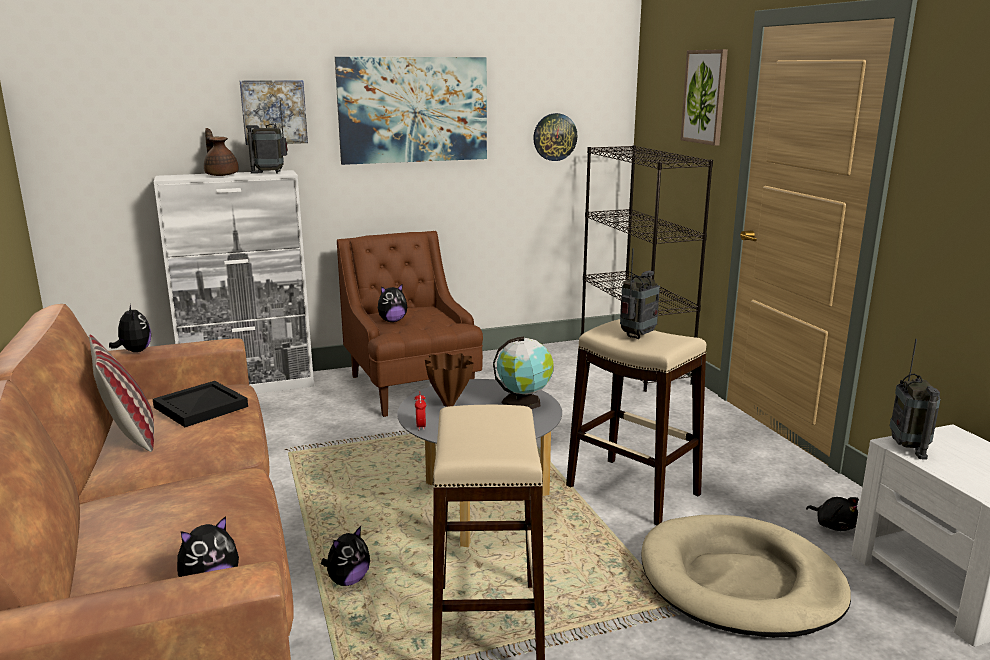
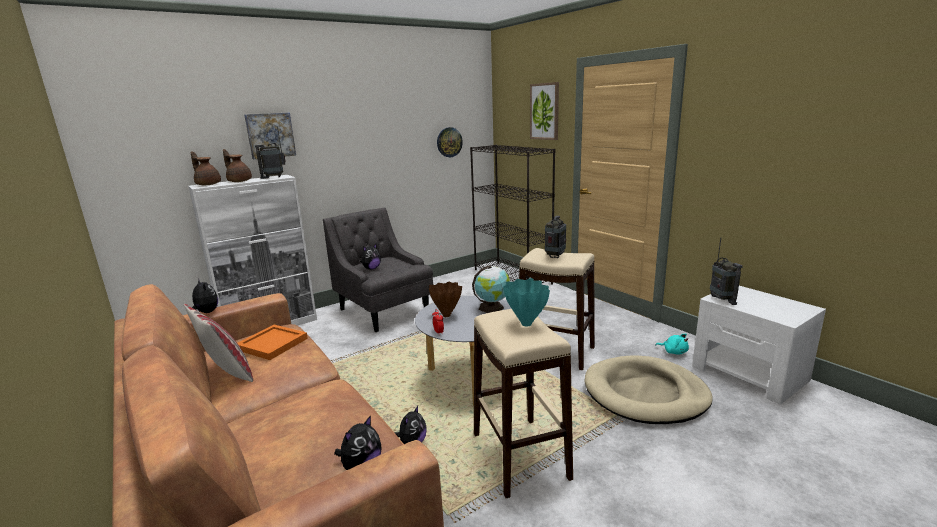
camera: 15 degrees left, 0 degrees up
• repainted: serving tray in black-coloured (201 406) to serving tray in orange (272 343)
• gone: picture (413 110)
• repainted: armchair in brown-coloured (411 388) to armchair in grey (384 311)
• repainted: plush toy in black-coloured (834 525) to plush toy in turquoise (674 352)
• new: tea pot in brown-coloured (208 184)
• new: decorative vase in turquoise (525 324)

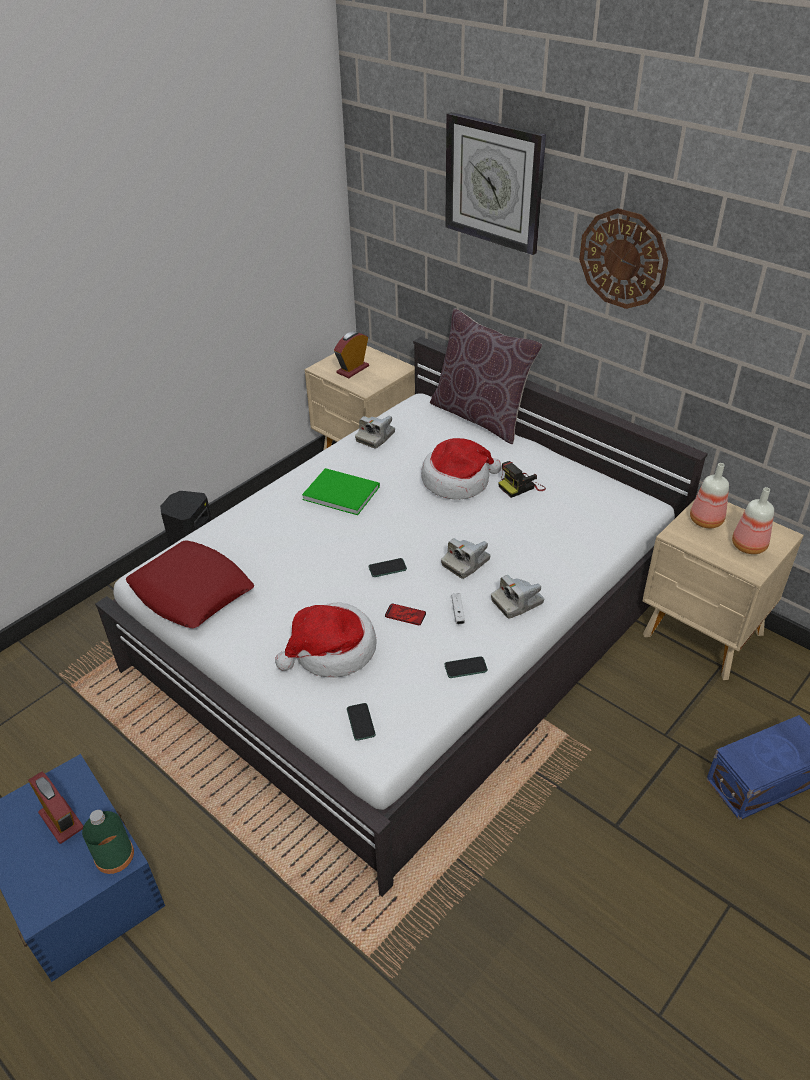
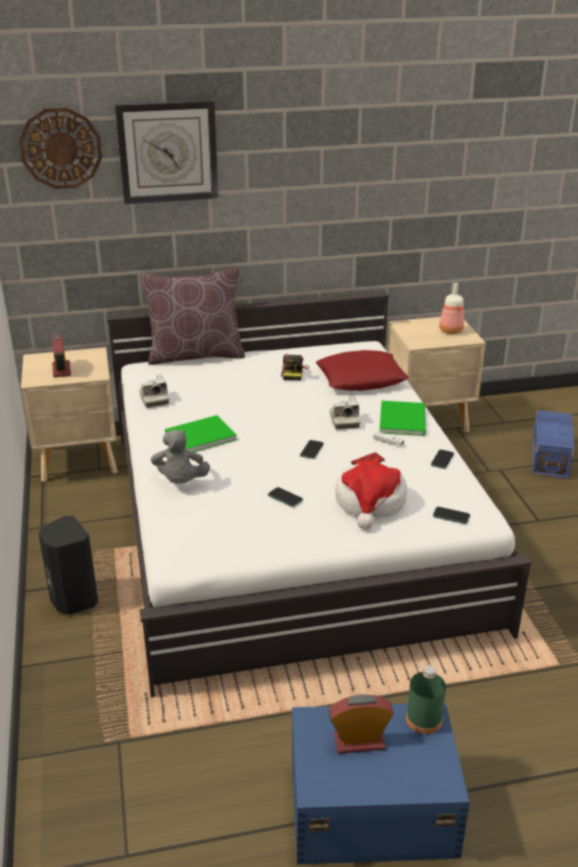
camera: 55 degrees left, 10 degrees down
• shifted: throw pillow in red-coloured (192 591) to (361 378)
• gone: wearable hat (457 481)
• swapped: photo camera (517 602) to book in greenish (404 419)
• shifted: wall clock (623 259) to (61 148)
• gone: bottle (705 521)
• new: plush toy in grey (181 481)
• new: phone (285 498)

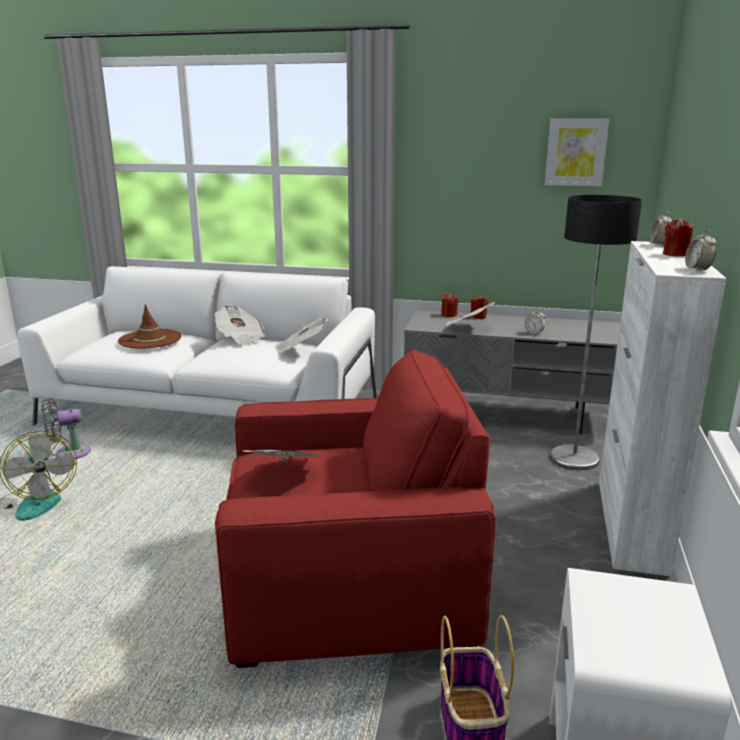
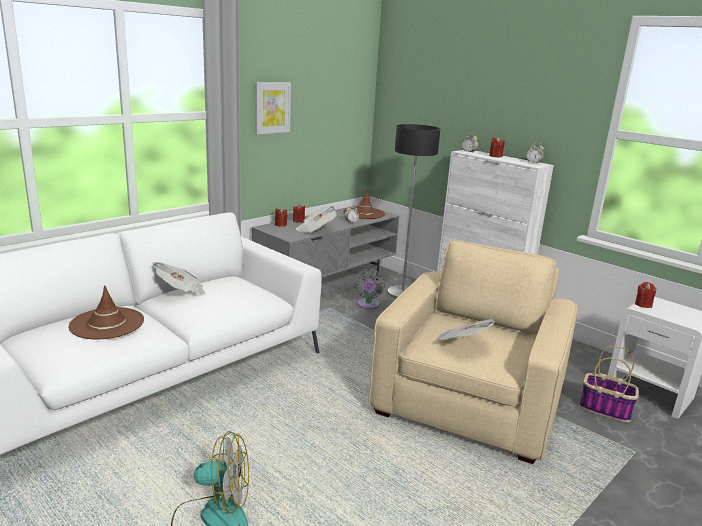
camera: 60 degrees left, 0 degrees up
• shifted: electric fan in grey (69 453) to (368 305)
• repainted: armchair in red-coloured (348 580) to armchair in sand-coloured (469 400)
• gone: daily paper (300 348)
• shifted: picture (576 152) to (271 108)
• new: wearable hat in brown-coloured (364 213)
• new: wax candle in red-coloured (643 304)

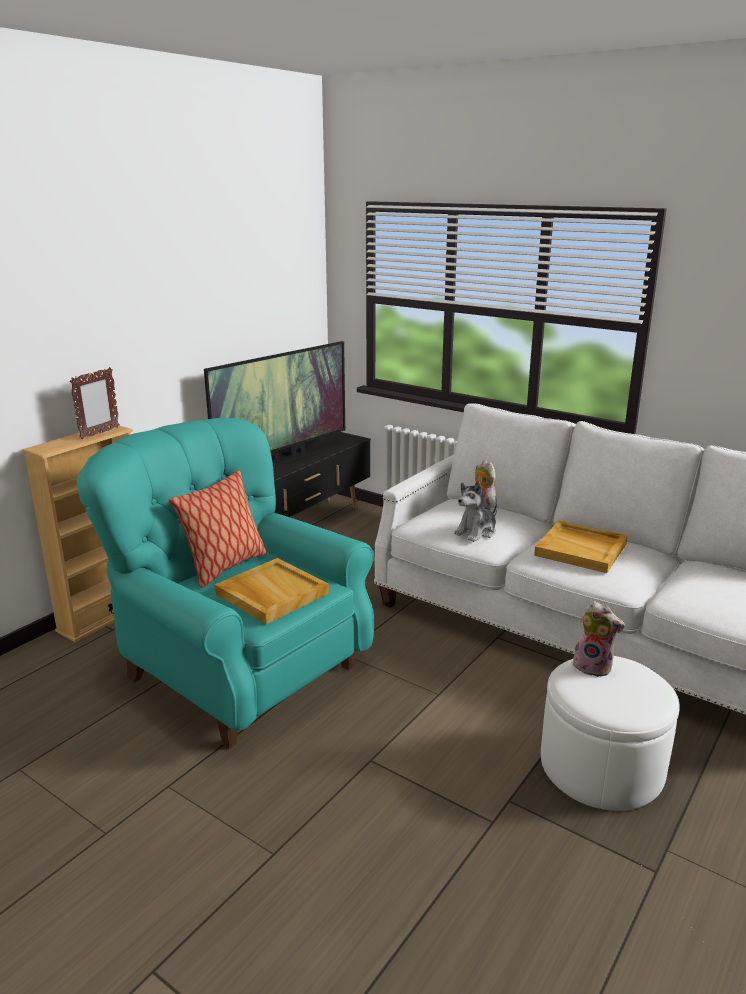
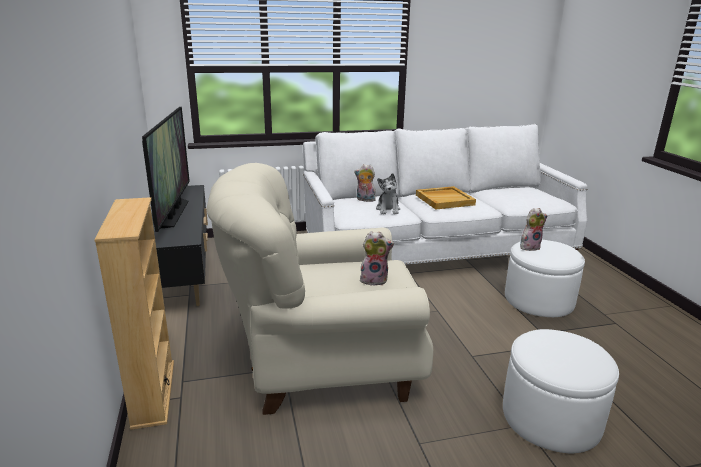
camera: 50 degrees left, 0 degrees up
• gone: photo frame (99 433)
• repainted: armchair in turquoise (237 670) to armchair in sand-coloured (323 363)
• gone: throw pillow (225 567)
• swapped: serving tray in sand-coloured (271 593) to plush toy (374 280)
• new: ottoman in white (551 417)

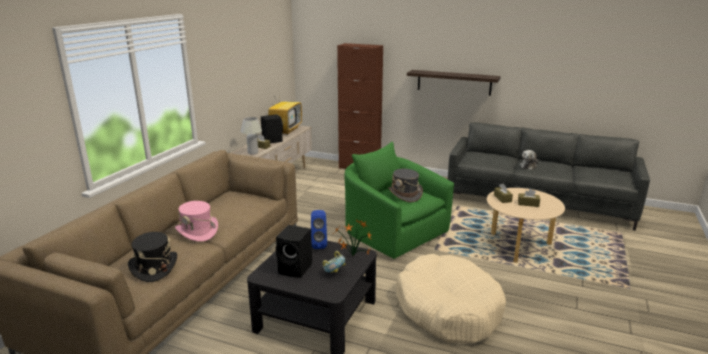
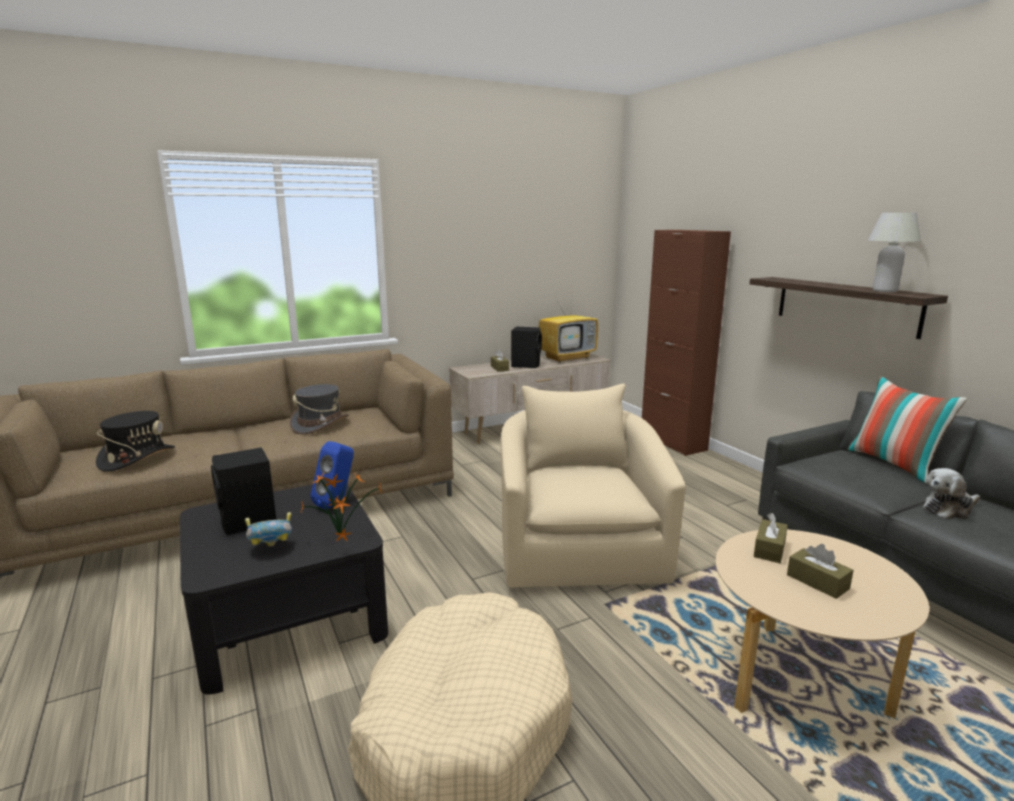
camera: 40 degrees right, 5 degrees down
• gone: wearable hat in pink (197 231)
• shifted: tabletop lamp in white (253 152) to (884 291)
• repainted: armchair in greenish (392 232) to armchair in sand-coloured (578 547)
• shifted: wearable hat in grey (405 194) to (320 424)
• new: throw pillow (894 464)

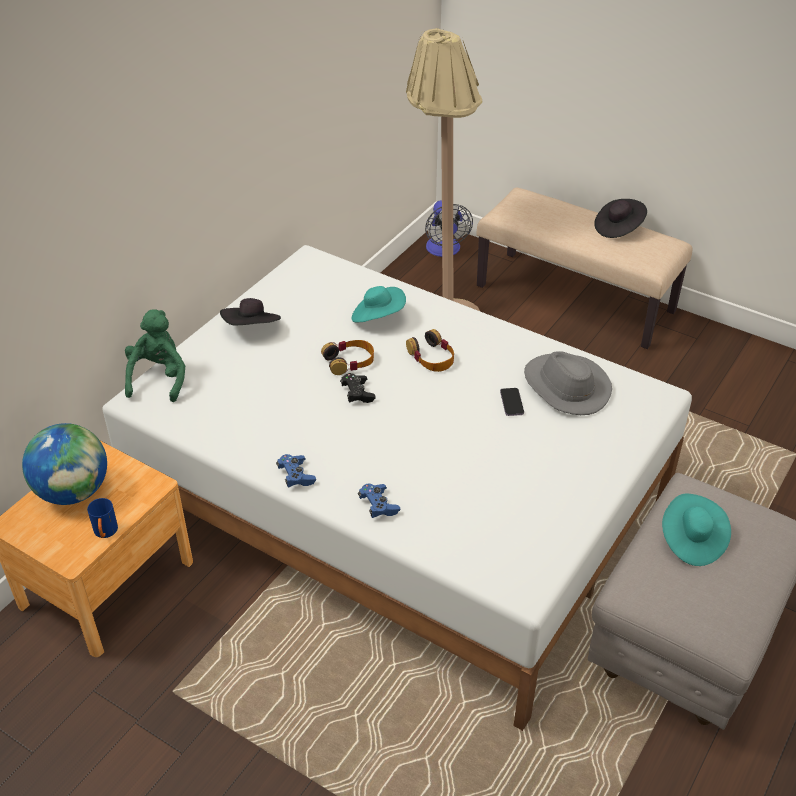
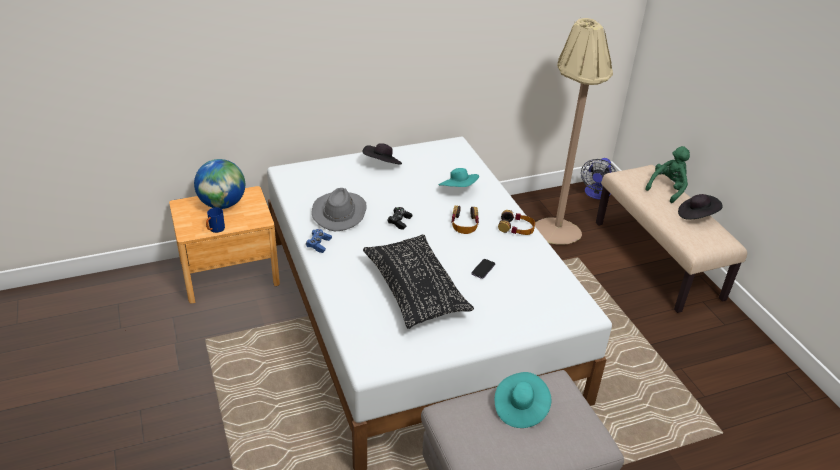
camera: 35 degrees right, 5 degrees down
• shifted: plush toy in greenish (159 378) to (667 189)
• shifted: headset (349 361) to (516 228)
• gone: game controller in blue (378 505)
• shifted: wearable hat in grey (565 387) to (339 212)
• new: throw pillow in black-coloured (415 290)

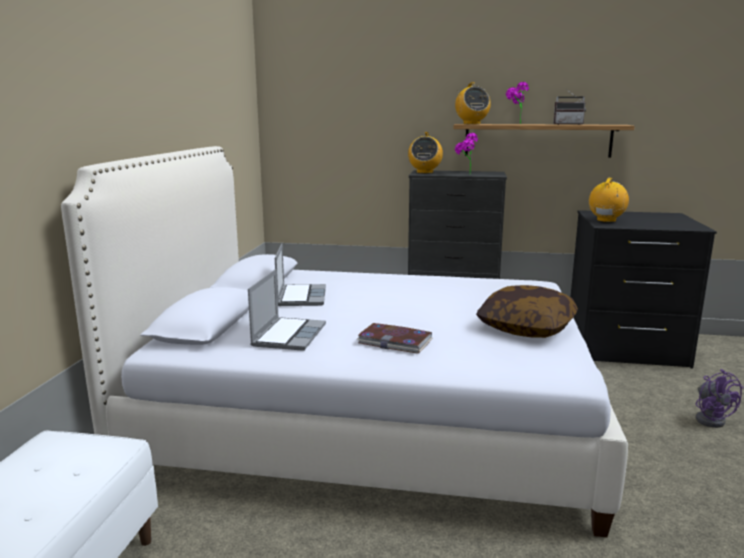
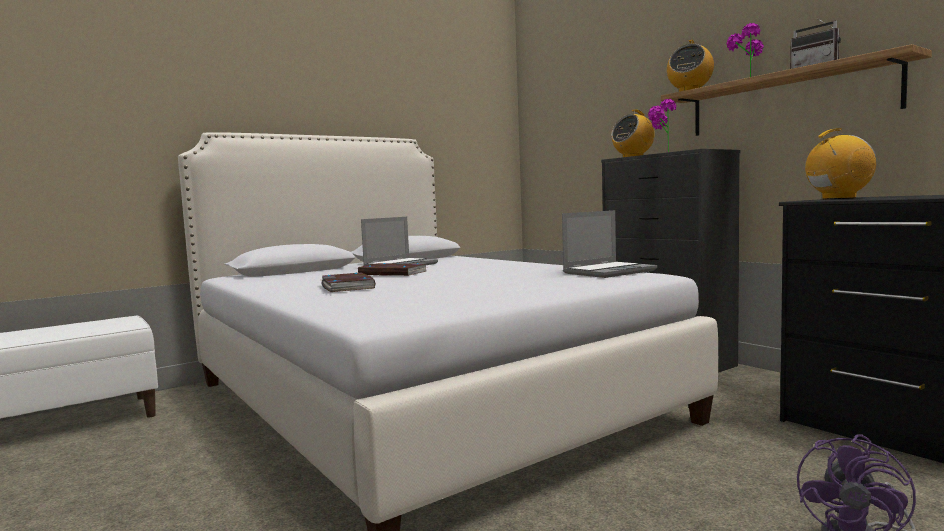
camera: 45 degrees right, 10 degrees down
• shifted: notebook computer (288 335) to (609 271)
• gone: throw pillow (526 327)
• new: book (392 273)

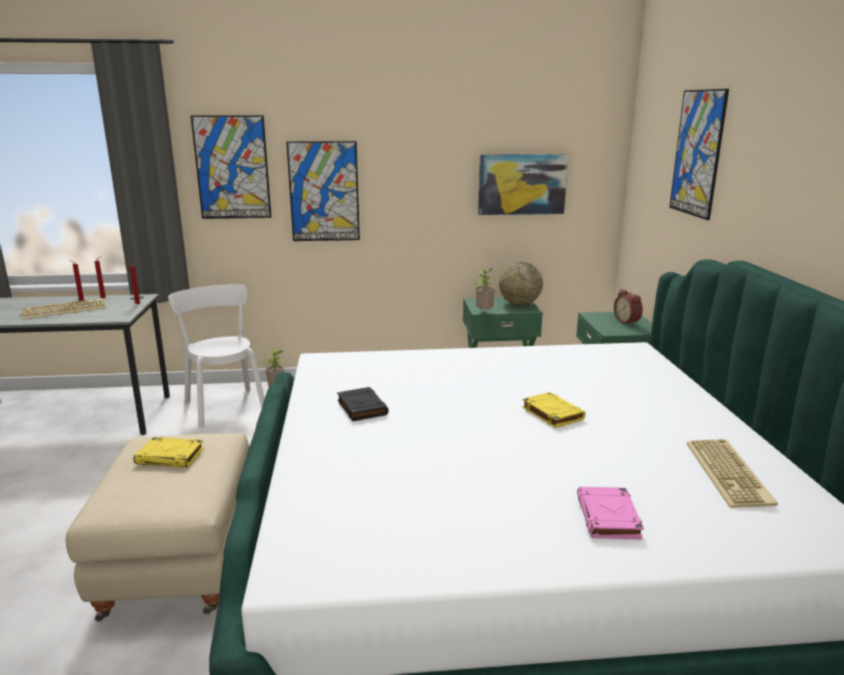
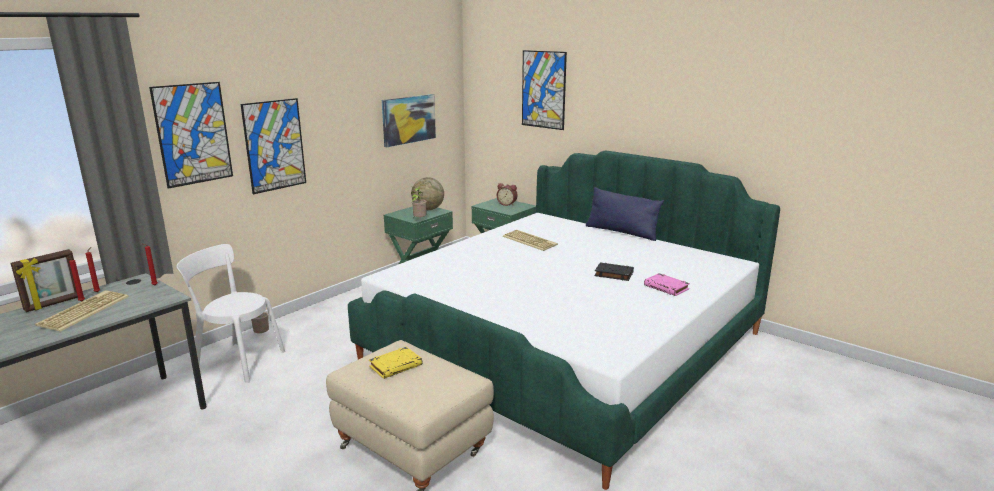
camera: 45 degrees left, 0 degrees up
• shifted: book in black-coloured (361 407) to (613 274)
• gone: book in yellowish (551 413)
• shifted: computer keyboard (730 474) to (530 241)
• new: photo frame (54 303)
• new: throw pillow in blue (621 232)

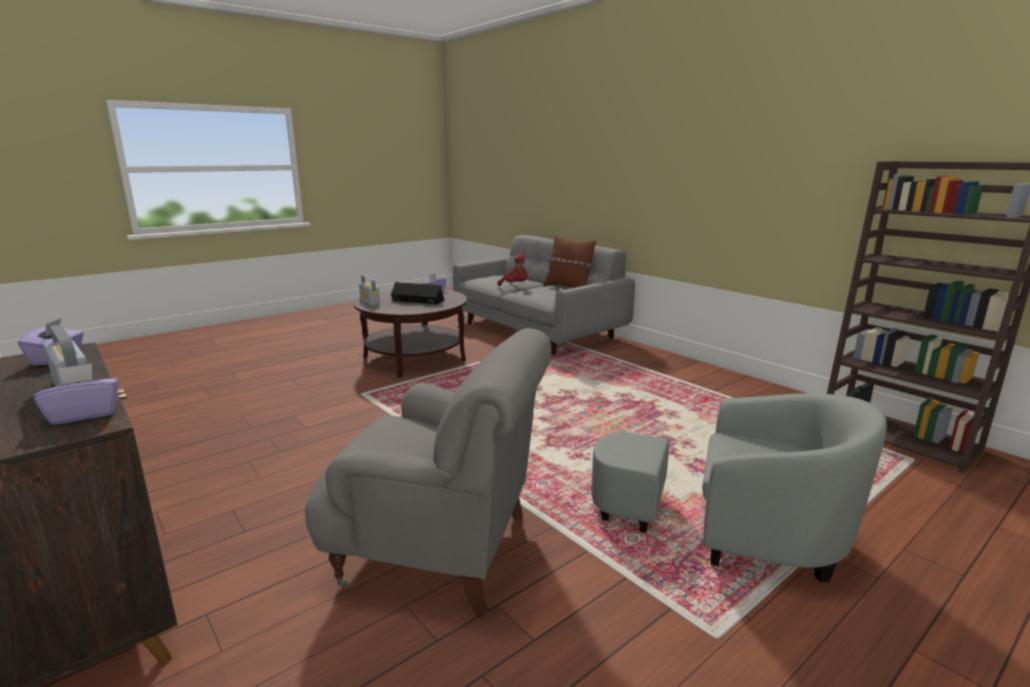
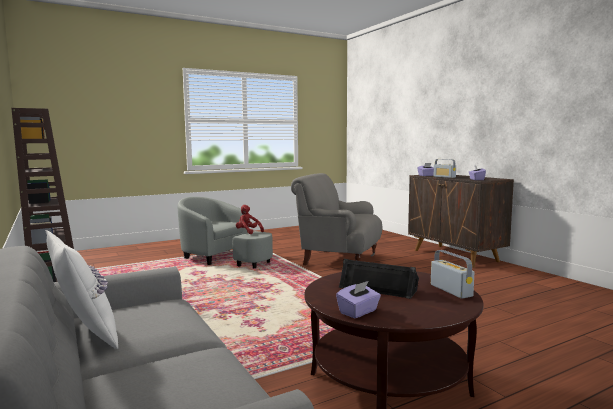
camera: 170 degrees left, 10 degrees down
• shifted: plush toy in red-coloured (515 285) to (248 232)
• repainted: throw pillow in brown-coloured (568 288) to throw pillow in white (84 335)

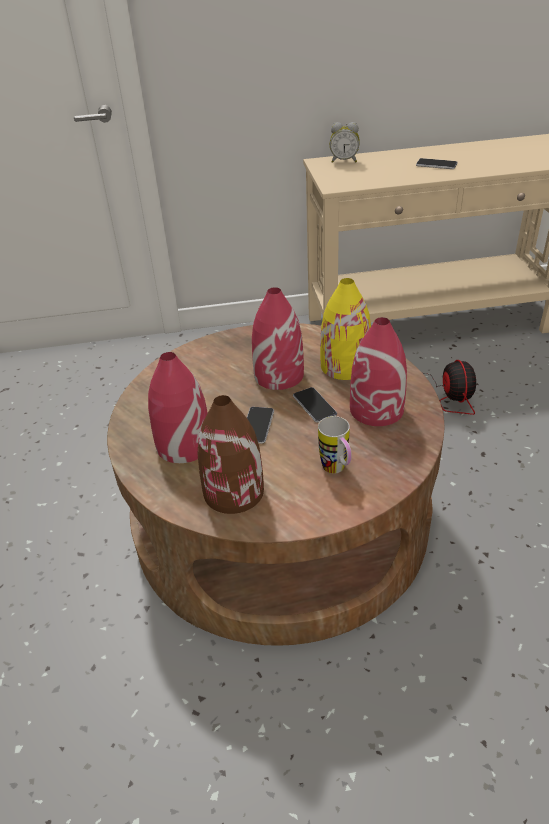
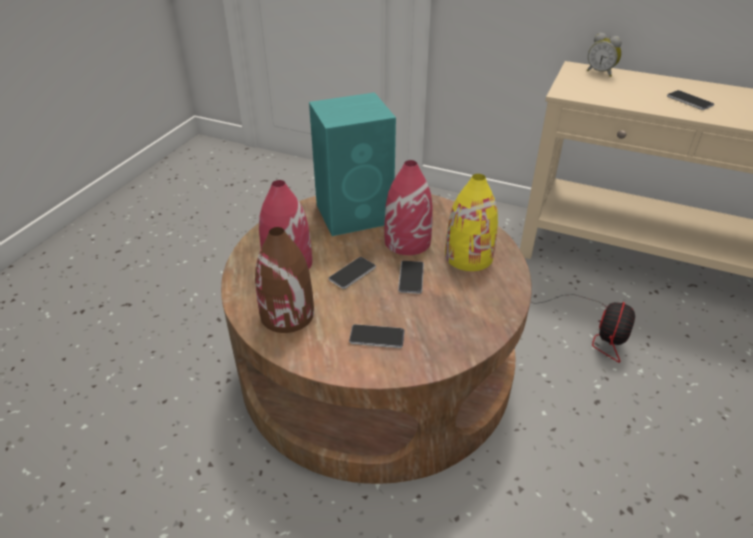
camera: 30 degrees right, 0 degrees up
• swapped: tea mug (337 470) to phone (377 337)
• gone: decorative vase in red-coloured (377 409)
• new: speaker in turquoise (356 214)

